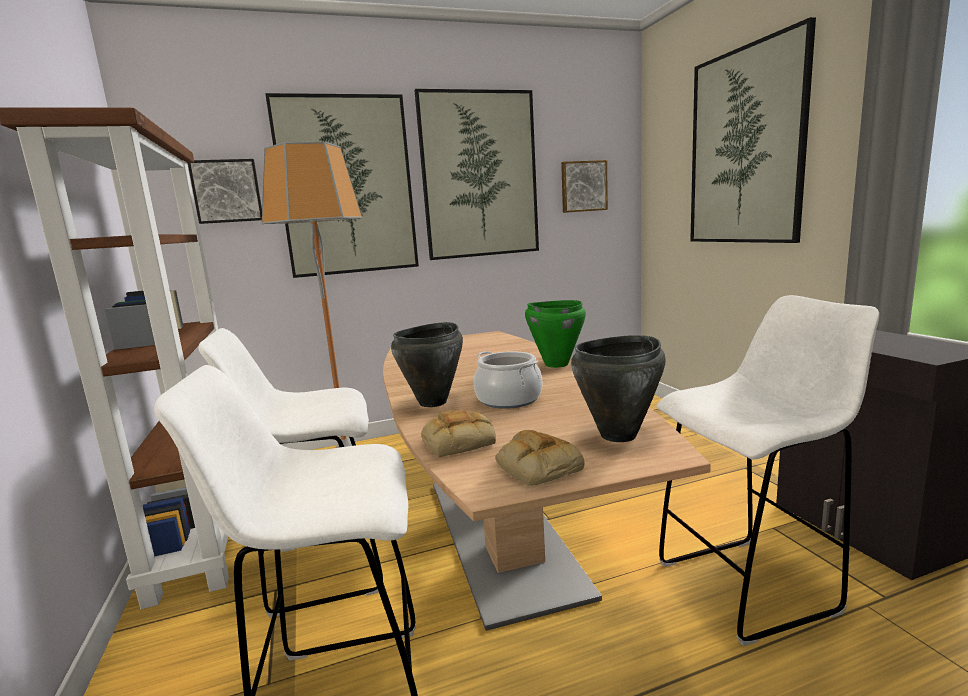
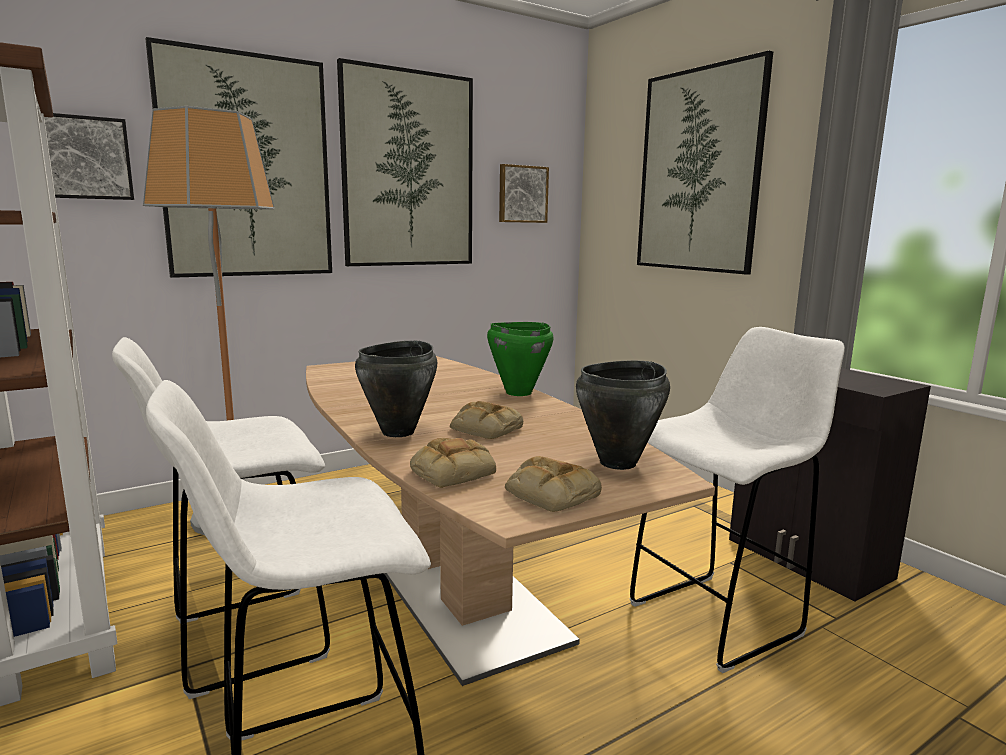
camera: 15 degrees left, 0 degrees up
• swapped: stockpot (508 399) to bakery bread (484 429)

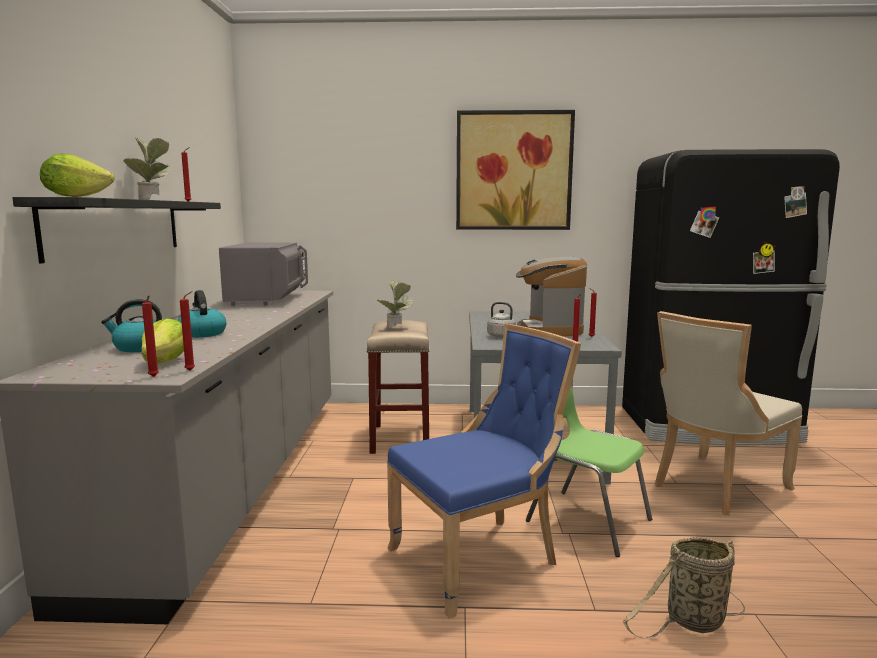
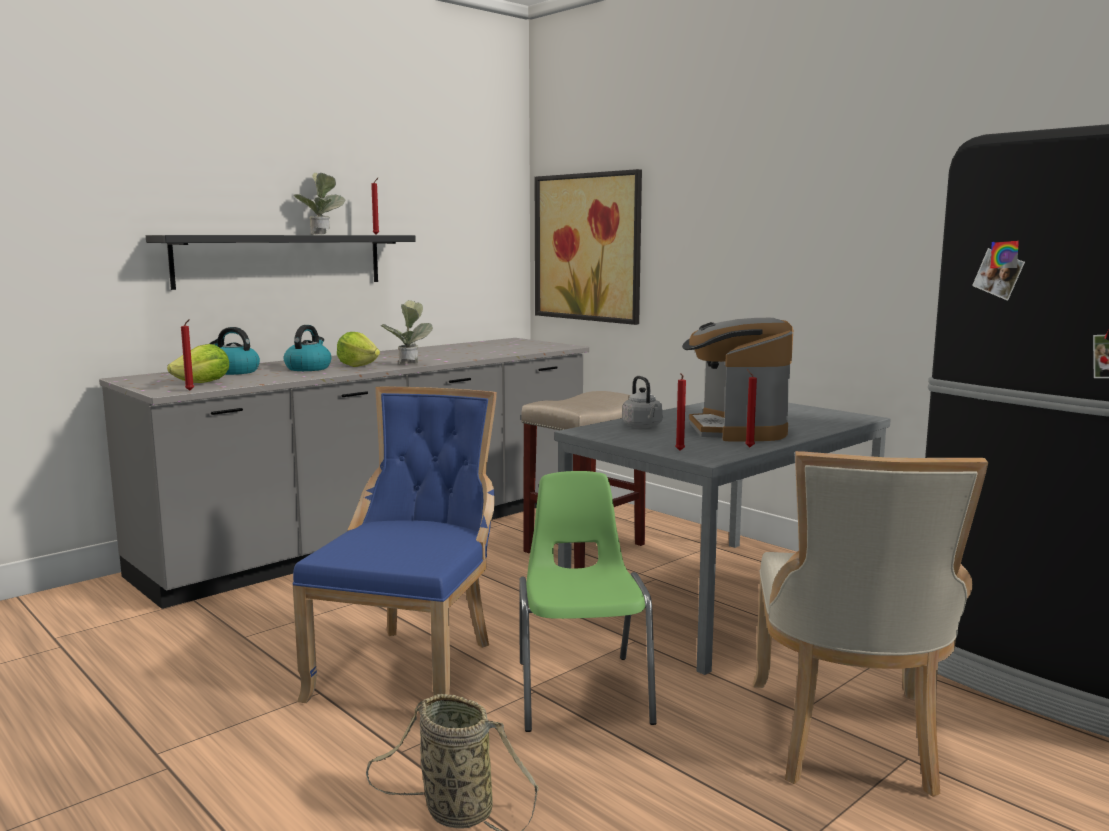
camera: 45 degrees right, 0 degrees up
• shifted: head of lettuce (76 197) to (358 366)
• gone: wax candle in red-coloured (154 377)
• gone: microwave in grey (268 299)
• shifted: houseplant (397 328) to (408 365)
• rotated: chair in blue (480 558) = (411 669) 90 degrees counterclockwise
• shifted: picture (513 171) to (587 247)
• rotated: coffee machine (550 330) = (736 430) 45 degrees counterclockwise
• rotated: chair in sand-coloured (715 487) = (847 740) 90 degrees counterclockwise

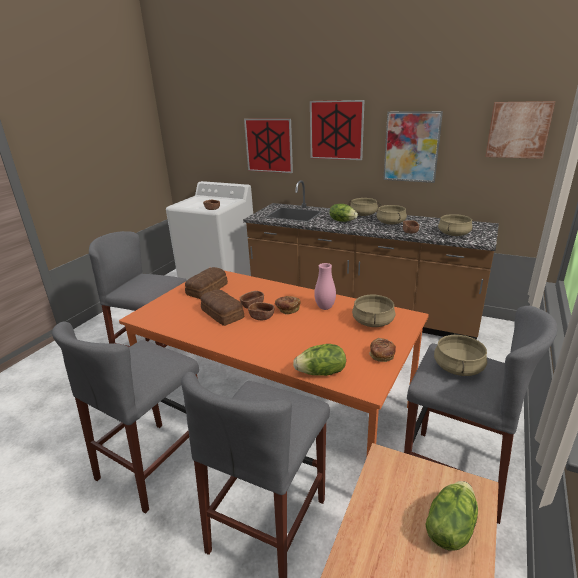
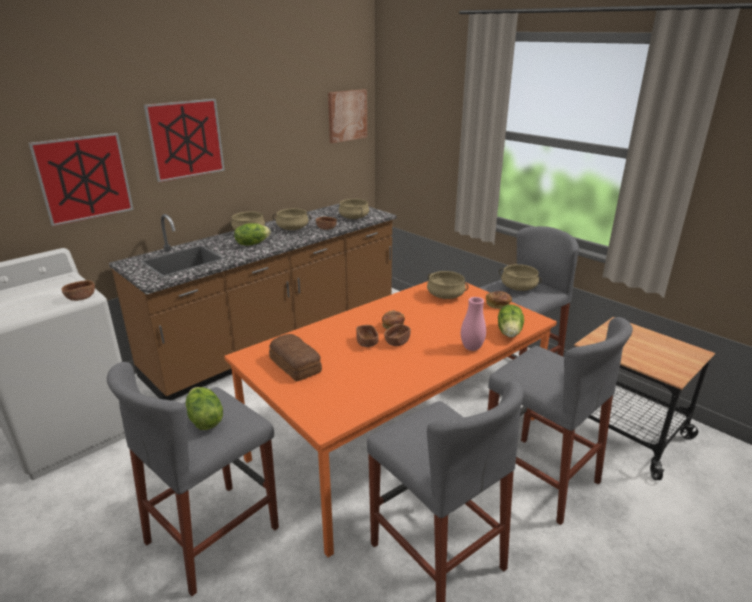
camera: 70 degrees left, 0 degrees up
• gone: bakery bread (222 314)
• shifted: decorative vase in pink (325 307) to (471 348)
• gone: picture (411 147)
• shifted: head of lettuce (449 527) to (204 420)

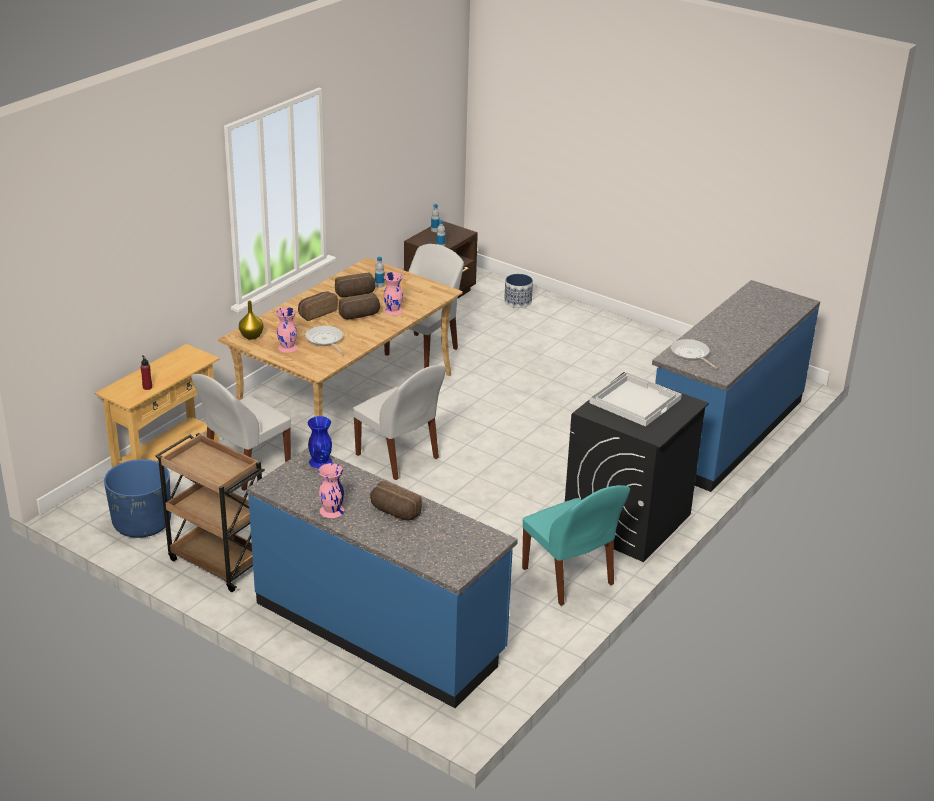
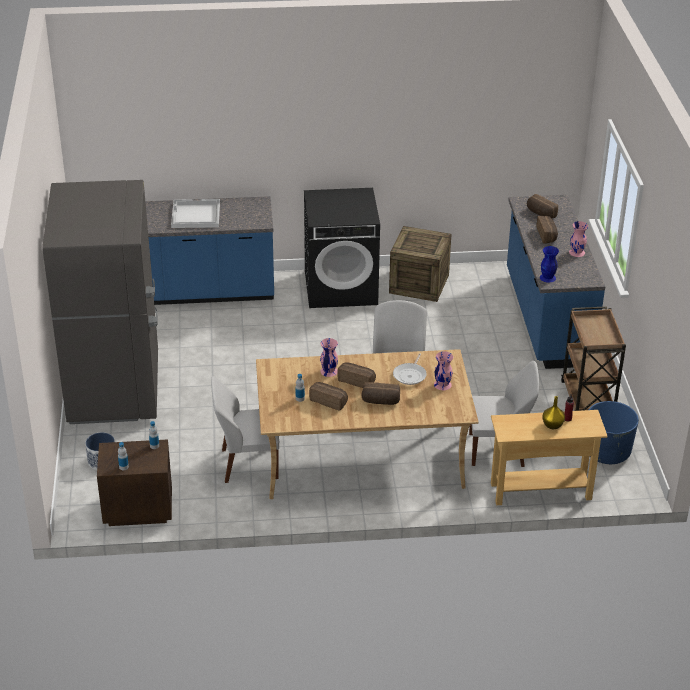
camera: 130 degrees left, 5 degrees up
• shifted: decorative vase in yellowish (251 336) to (553 425)
• swapped: chair in turquoise (569 578) to packing crate (419 284)
• shifted: serving tray in white (635 400) to (195 215)
• gone: pan (691 354)
• new: fridge in grey (115 389)
• new: bakery bread (540 214)

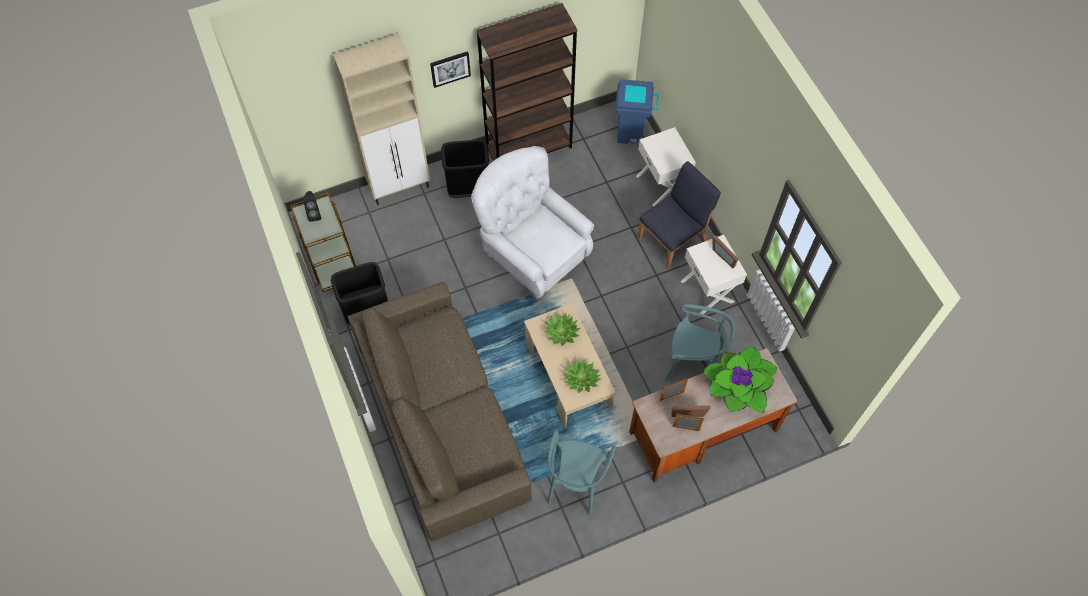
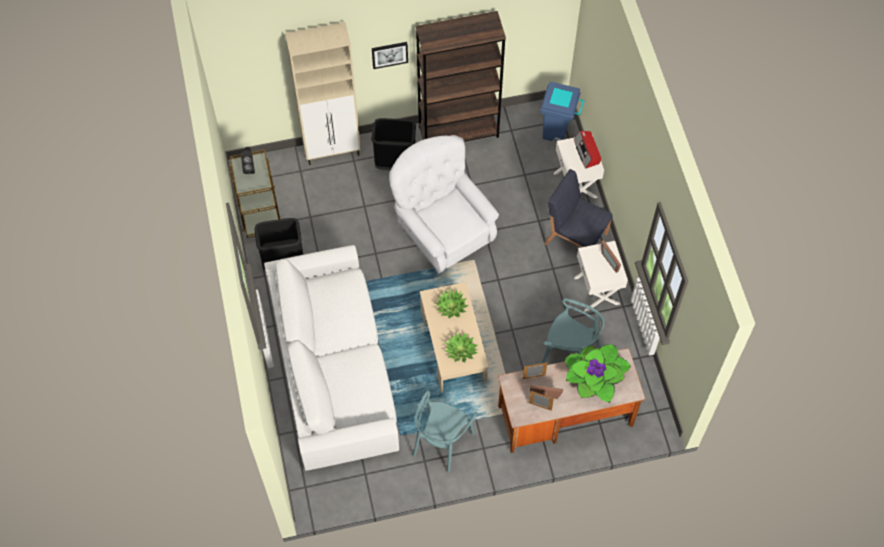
camera: 10 degrees right, 0 degrees up
• repainted: settee in brown-coloured (442 418) to settee in white (334 366)
• rotated: chair in blue (673 239) = (575 237) 120 degrees counterclockwise
• new: radio receiver (587 152)

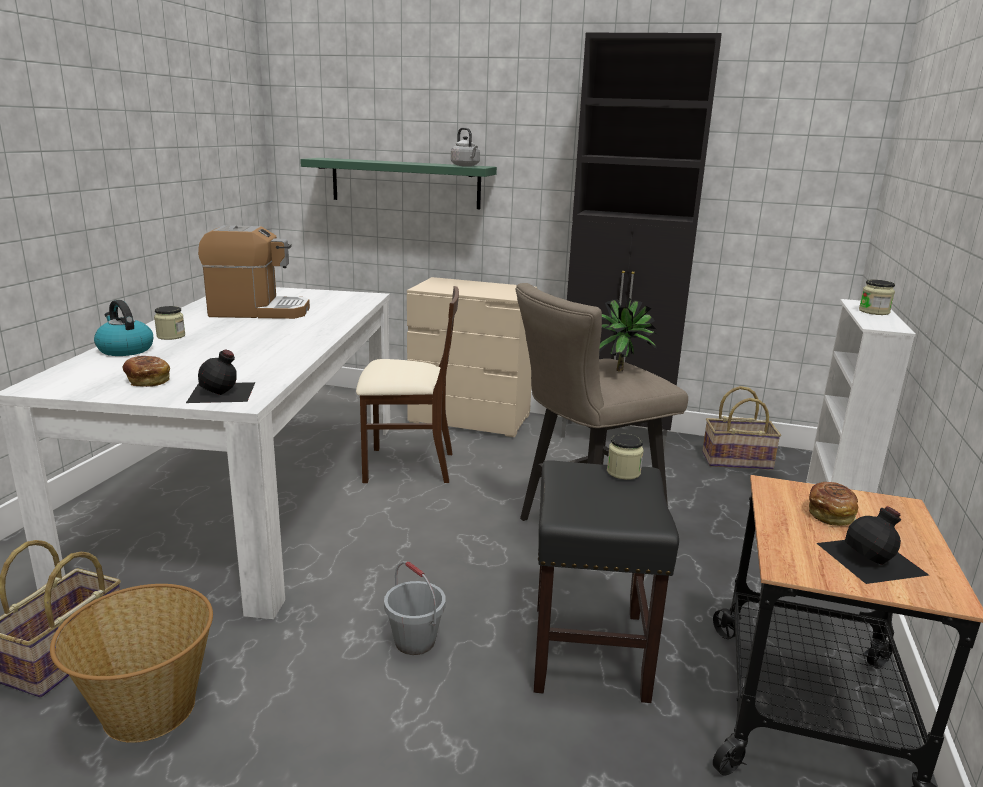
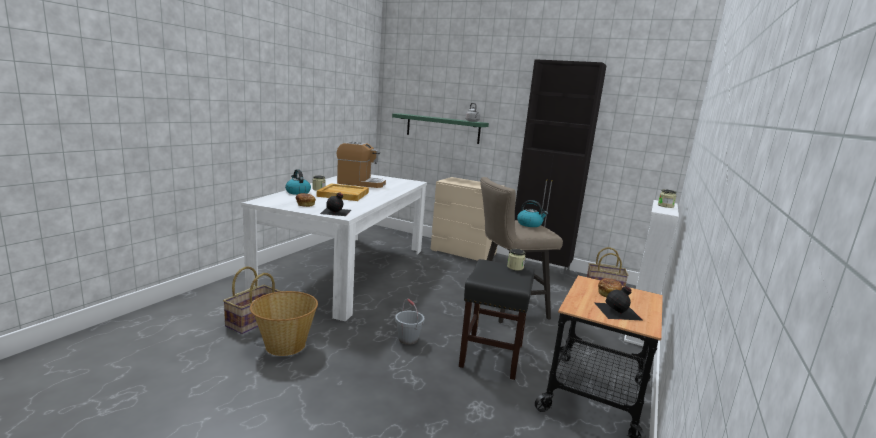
camera: 10 degrees right, 5 degrees down
• gone: chair in sand-coloured (407 466)
• swapped: houseplant (620 369) to water kettle (530 224)
• new: serving tray in sand-coloured (343 194)

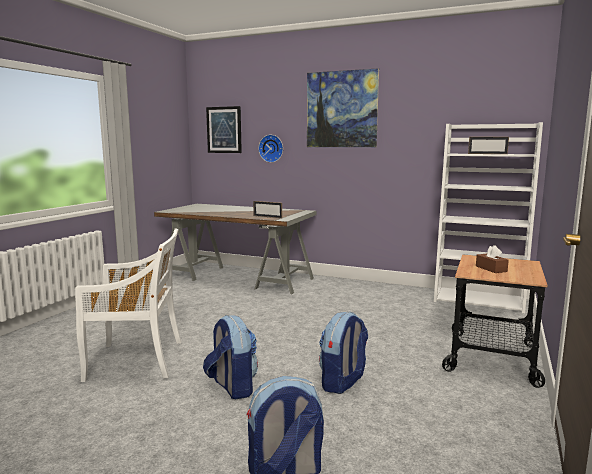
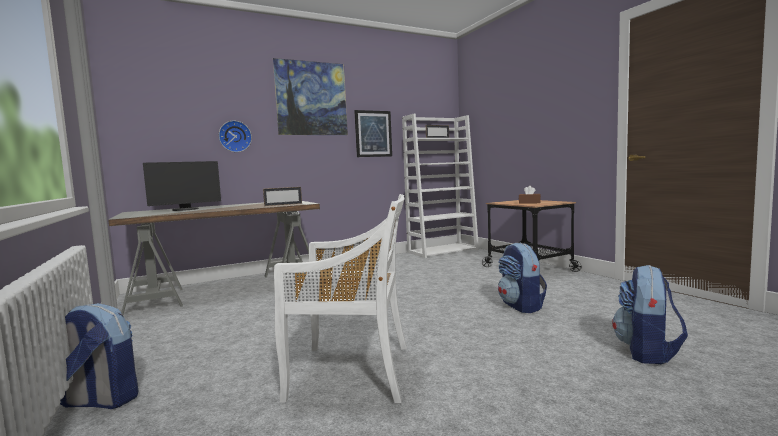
camera: 50 degrees left, 5 degrees down
• rotated: chair in white (137 360) = (354 372) 60 degrees clockwise
• shifted: backpack (232 387) to (99 401)
• shifted: picture (224 130) to (373 134)
• new: computer screen (186 209)

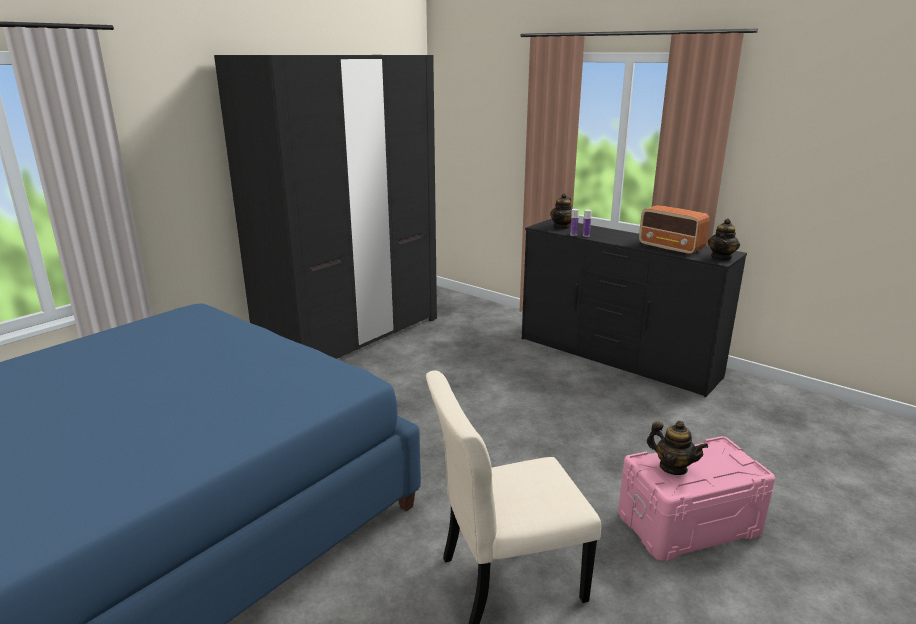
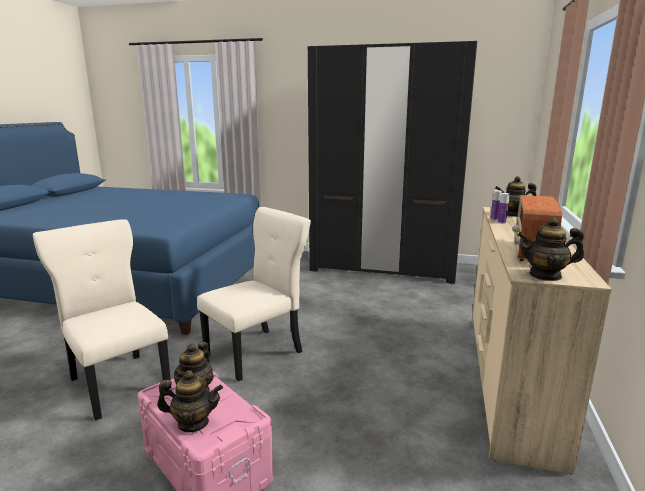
camera: 65 degrees right, 5 degrees down
• repainted: dresser in black-coloured (616 358) to dresser in sand-coloured (508 379)
• new: tea pot (193 423)
• new: chair in sand-coloured (257 352)

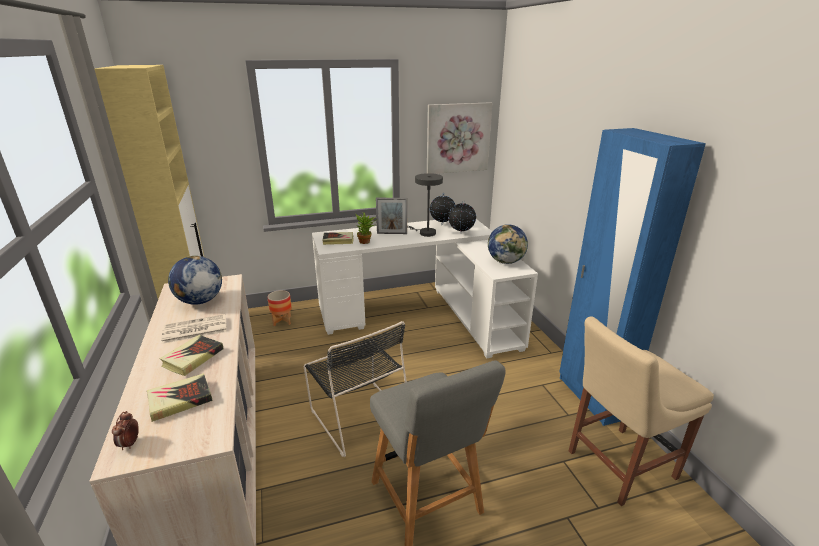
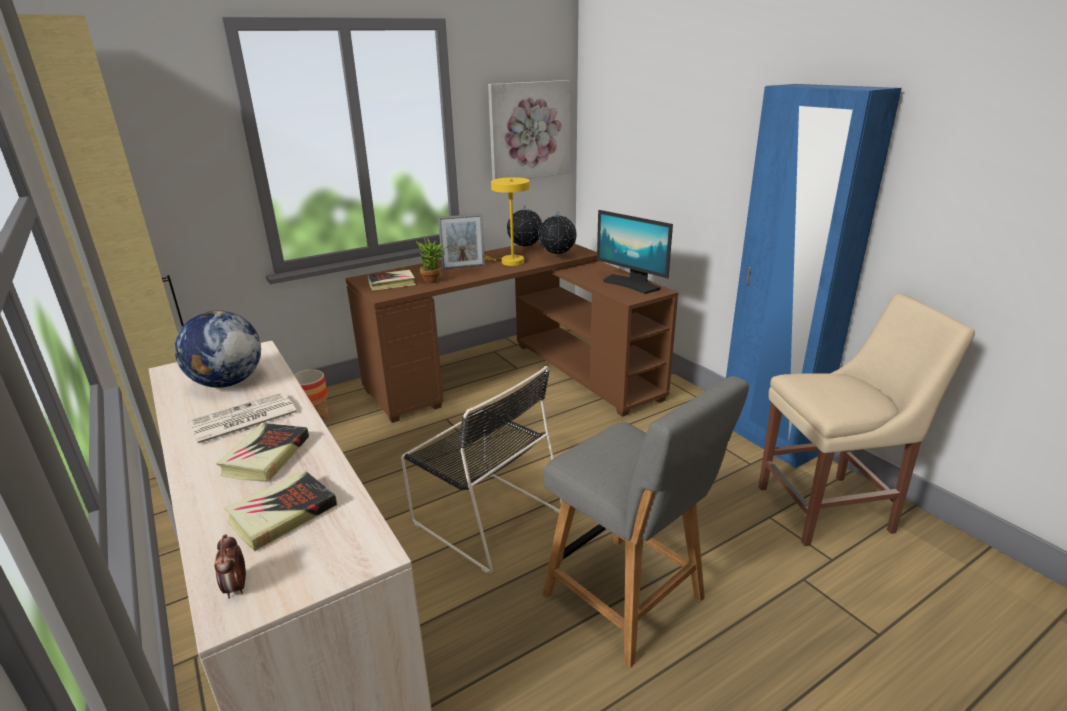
camera: 15 degrees left, 0 degrees up
• repainted: desk unit in white (425 314) to desk unit in brown-coloured (518 377)
• repainted: tabletop lamp in grey (425 233) to tabletop lamp in yellowish (508 262)
• swapped: desk globe (506 262) to computer screen (631 284)
• rotated: chair in sand-coloured (617 465) = (830 508) 150 degrees counterclockwise

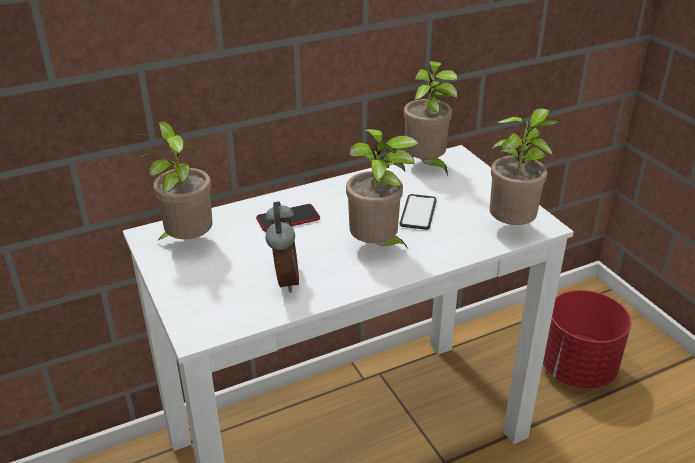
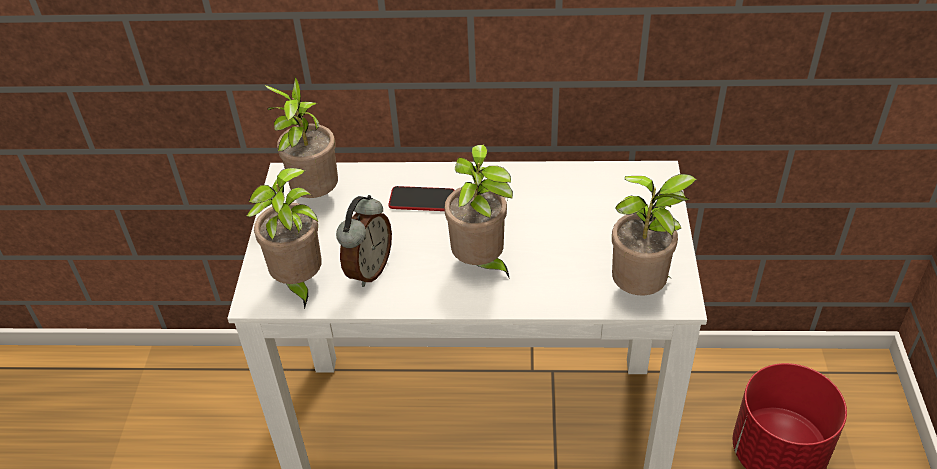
camera: 30 degrees right, 10 degrees up
• gone: phone (418 213)
• shifted: houseplant (426 166) to (298 284)

